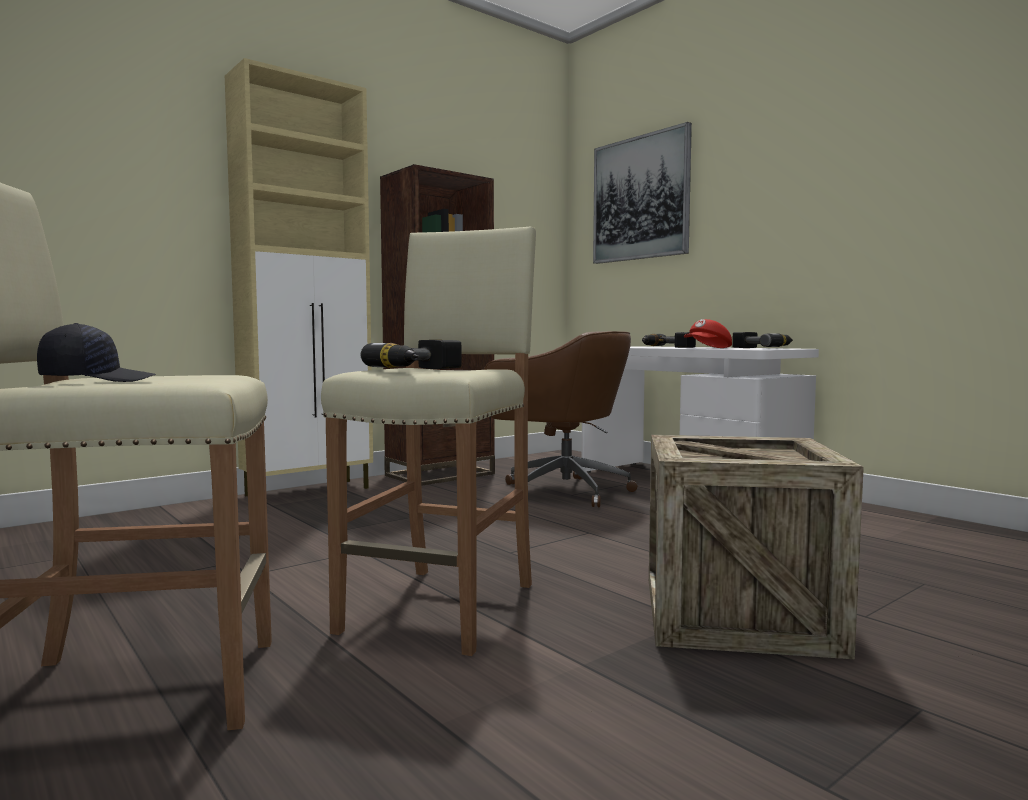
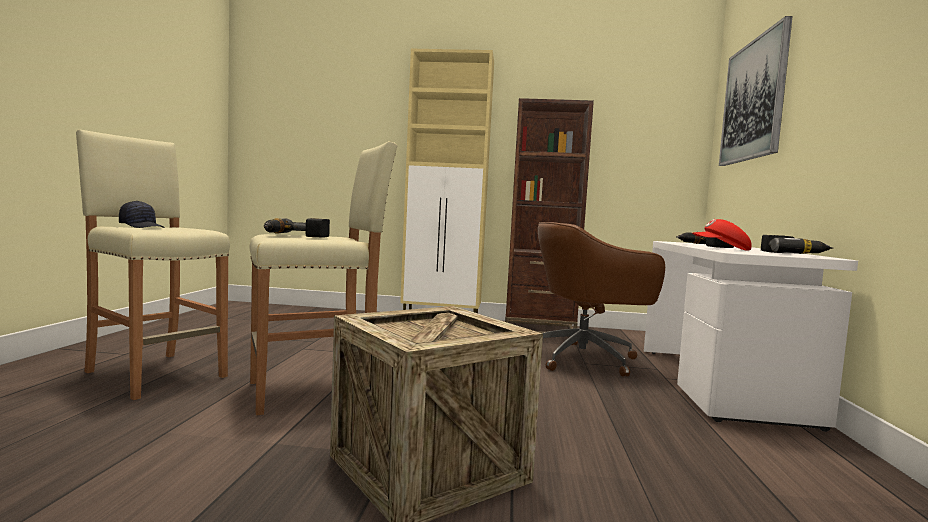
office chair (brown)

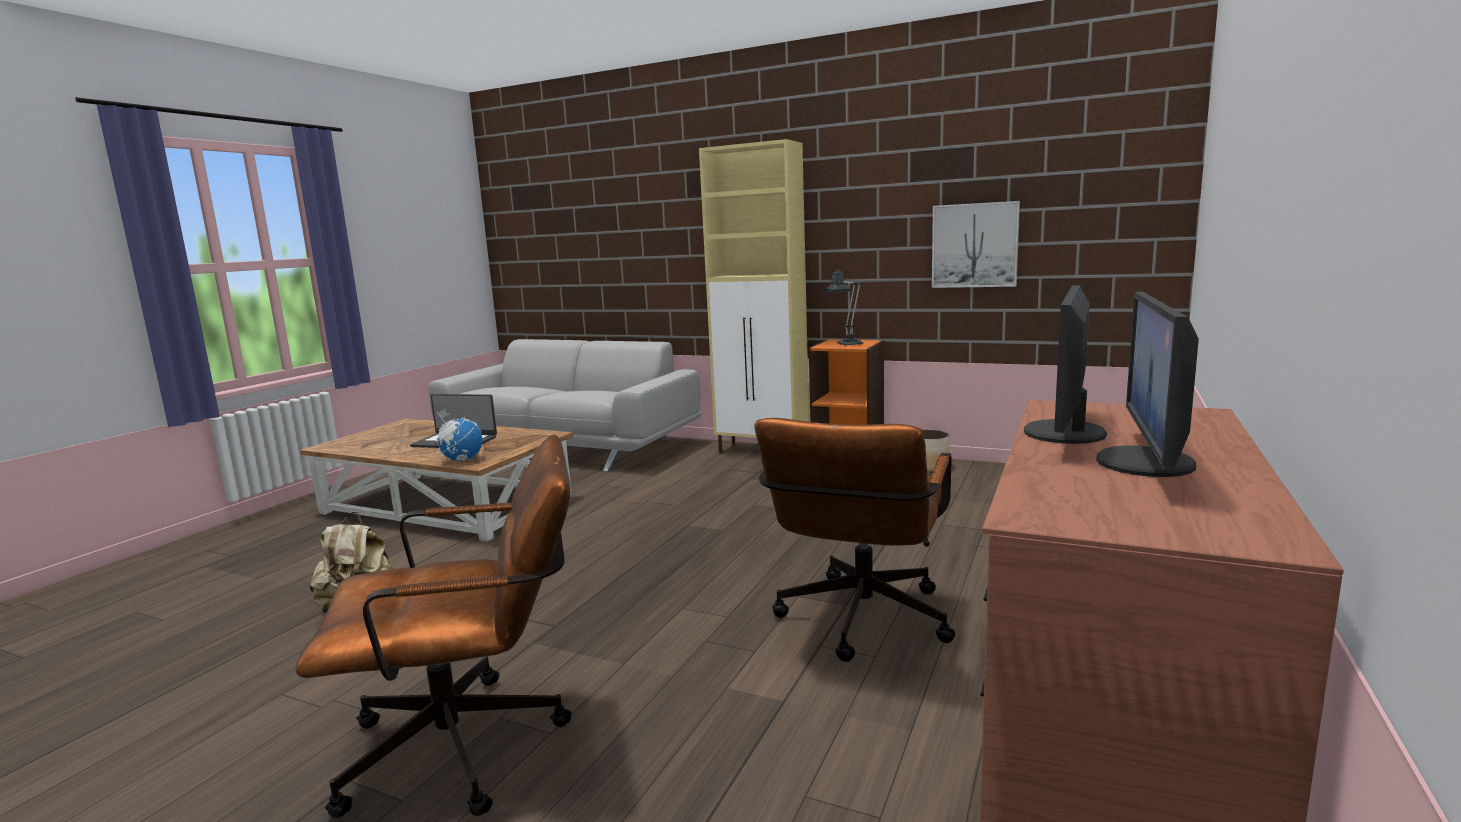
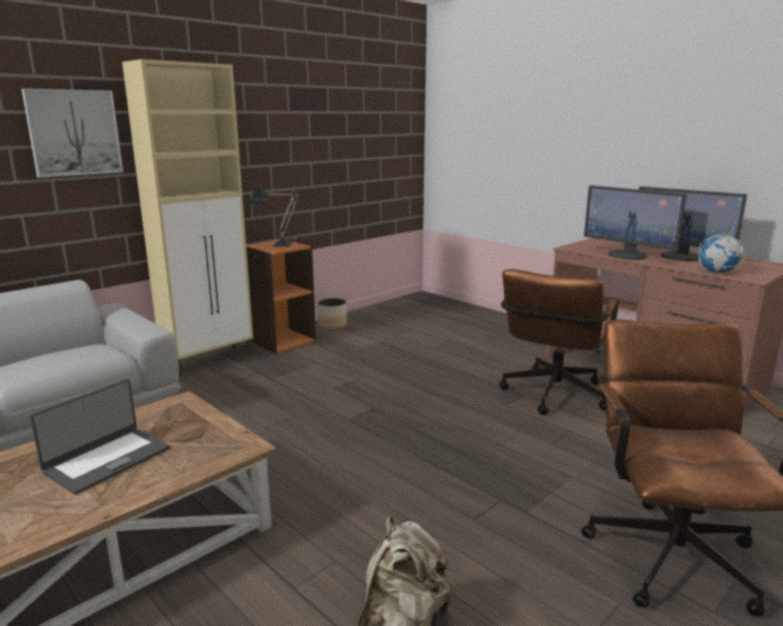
globe; office chair (brown) (no. 1 from left); picture

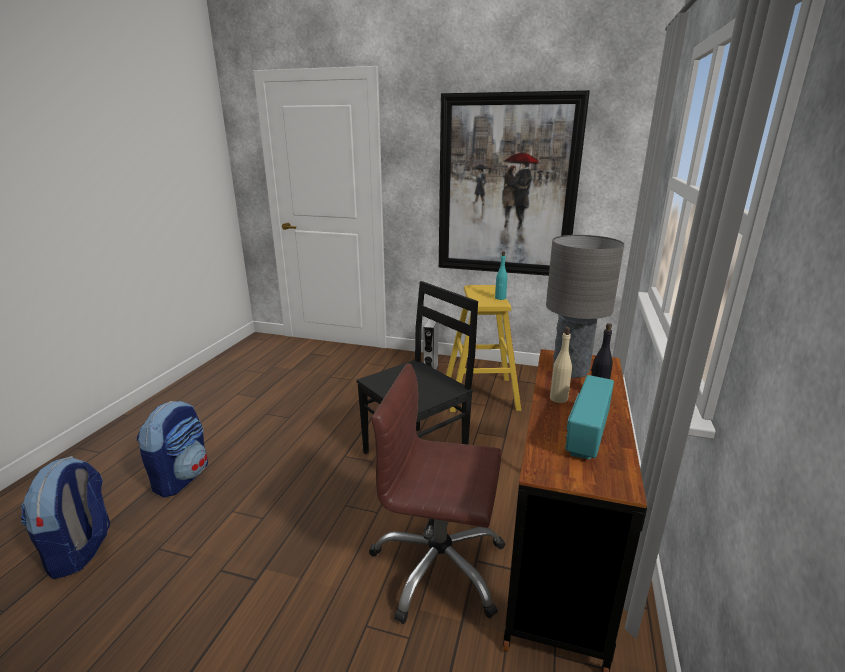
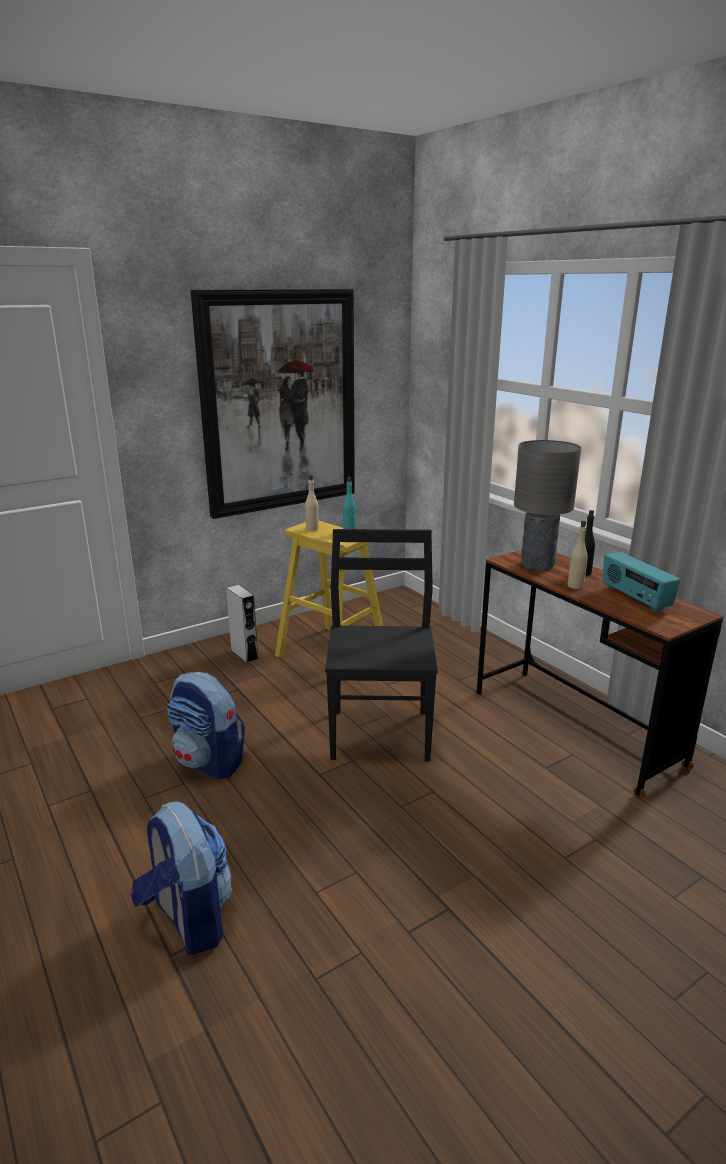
backpack (no. 2 from left); office chair (brown); bottle (beige) (no. 1 from left)

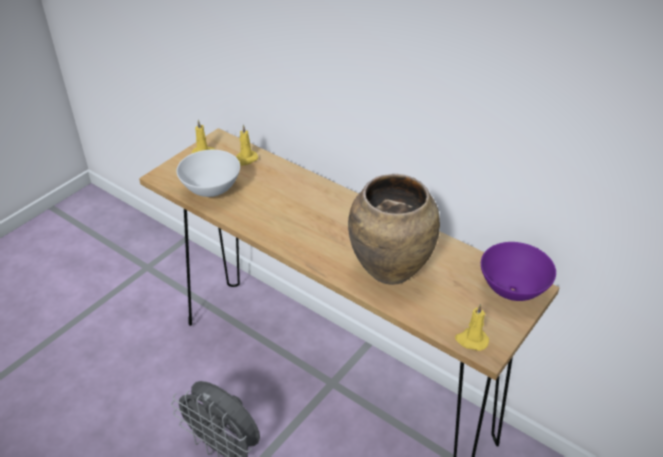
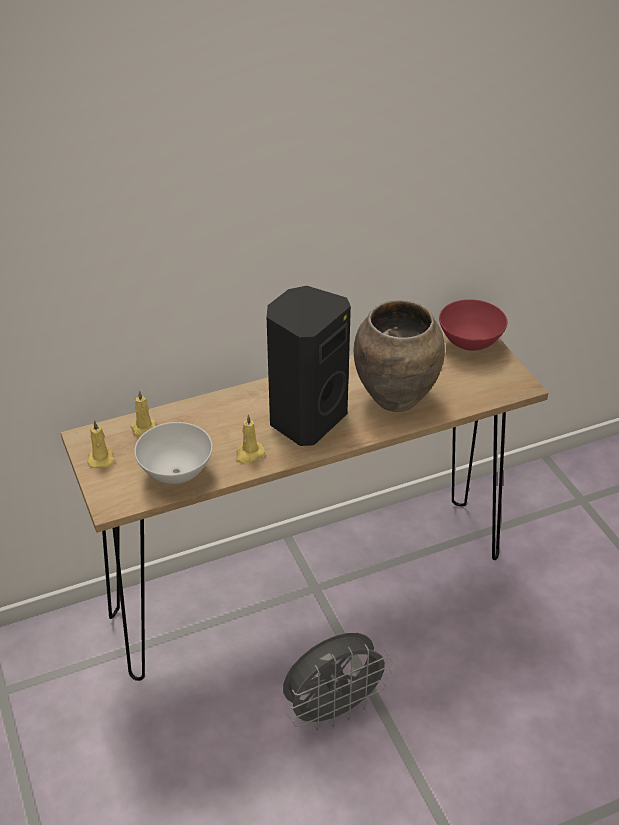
candle (yellow) (no. 3 from left); bowl (red); speaker (black)

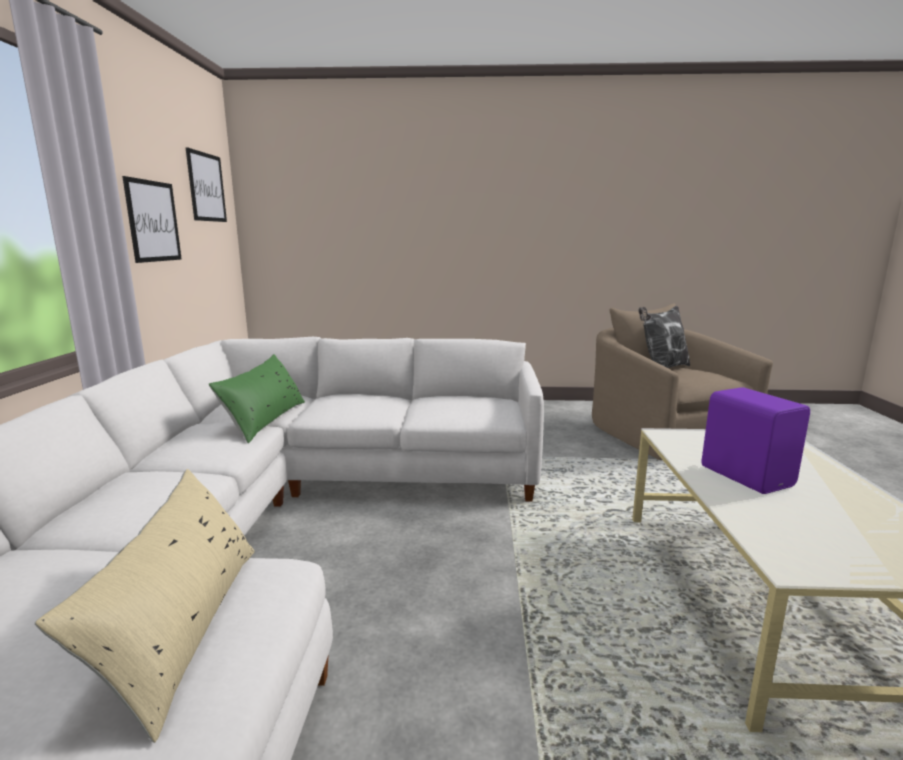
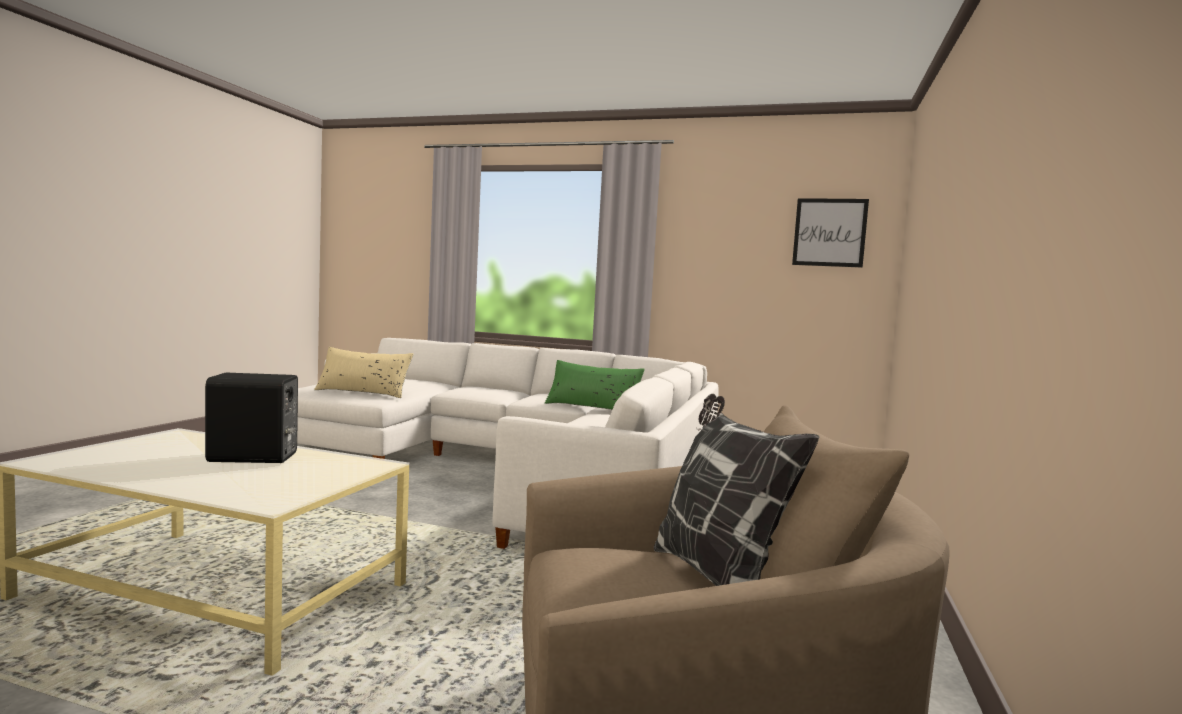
picture (no. 1 from left in the first image); speaker (black)

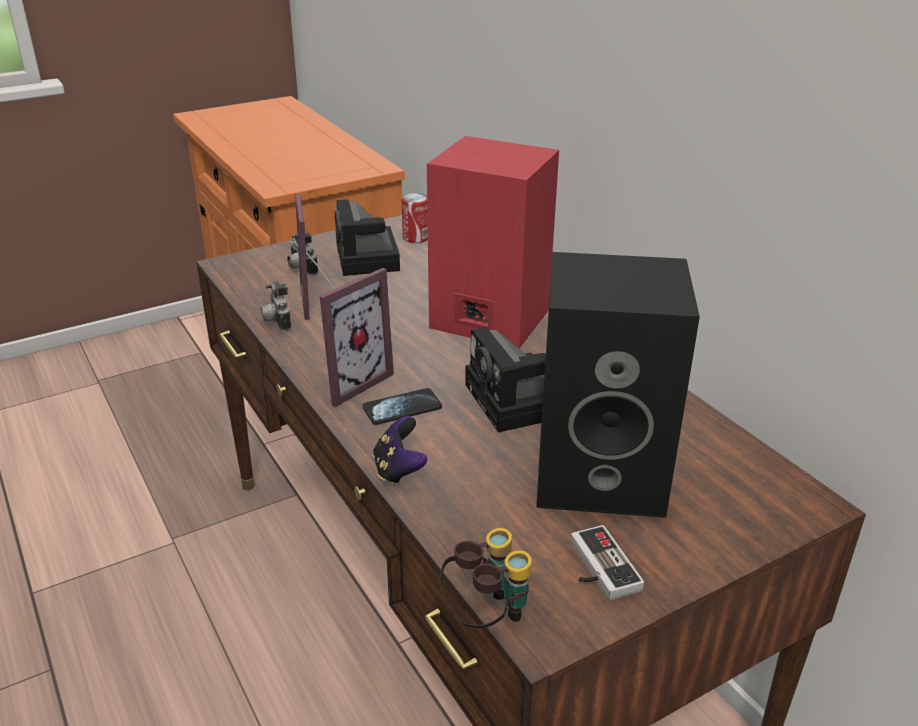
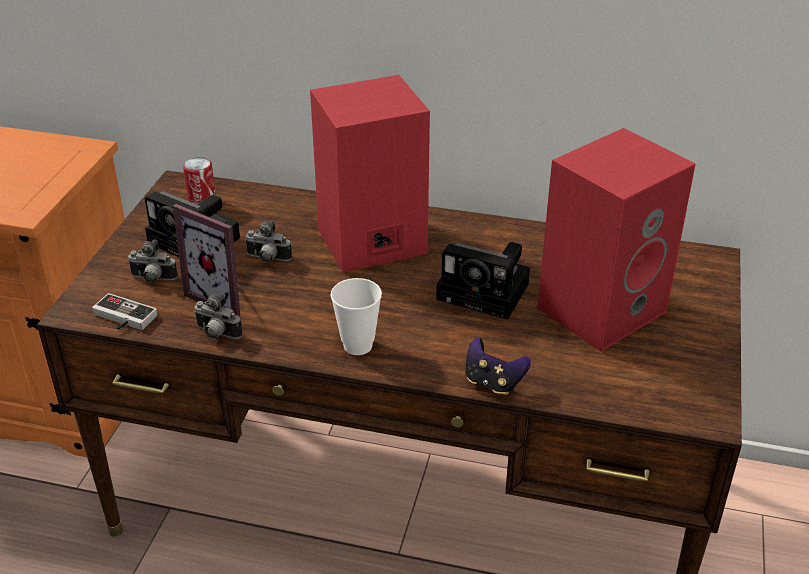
cup; phone; binoculars; speaker (red) (no. 2 from left); game controller (no. 1 from left); photo camera (no. 4 from left)

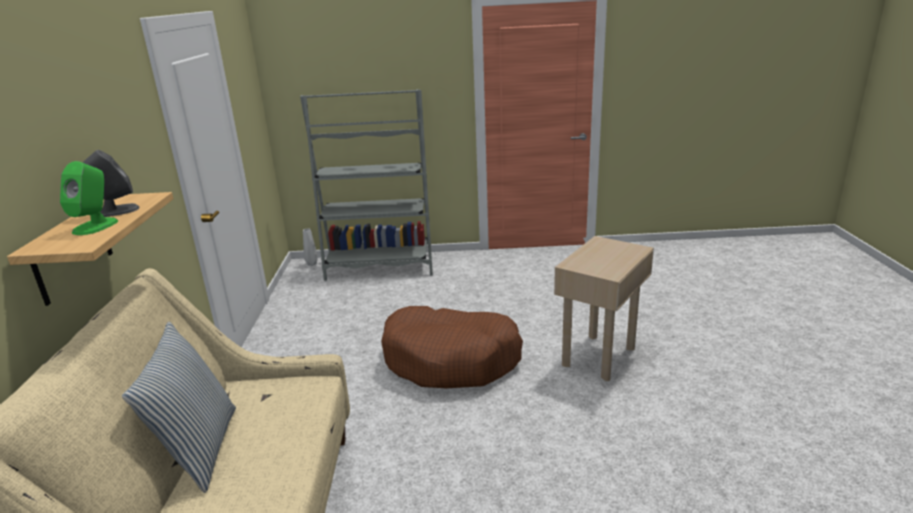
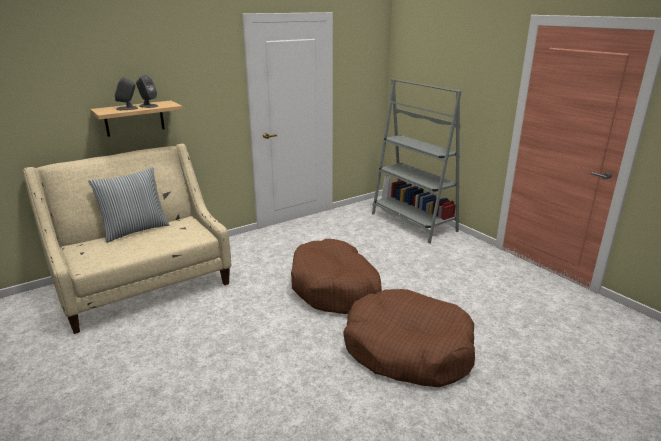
speaker (grey) (no. 1 from left); dog bed (brown) (no. 2 from left)

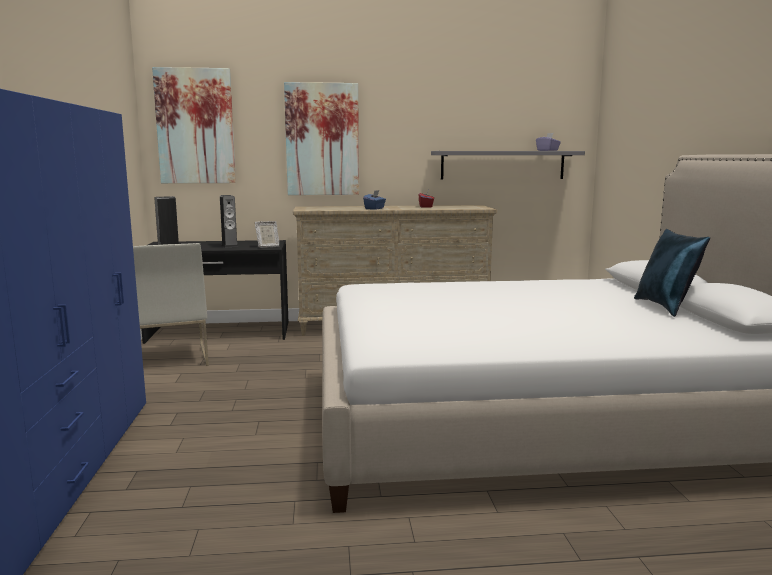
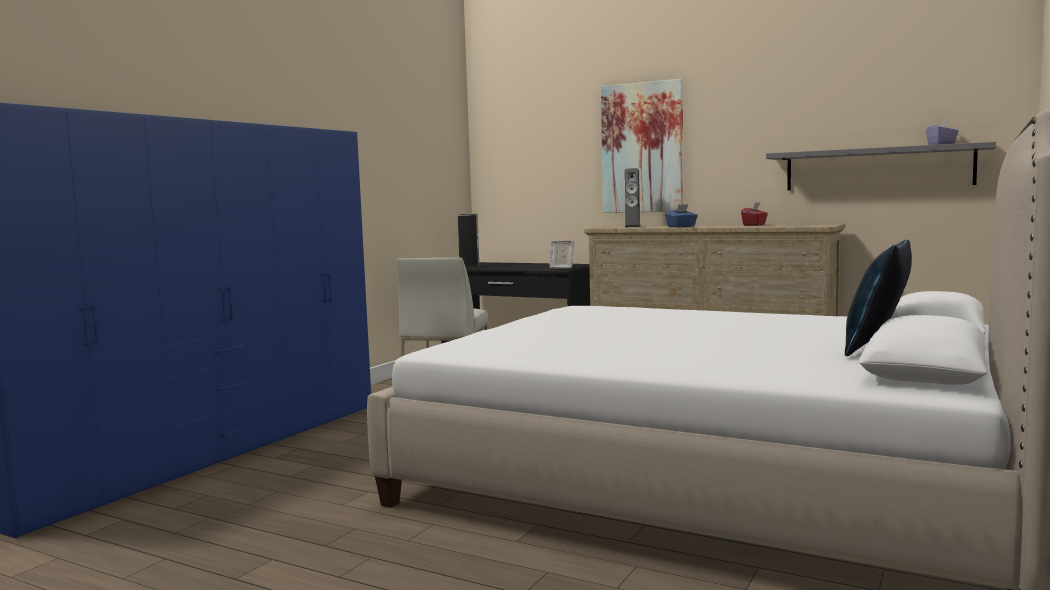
picture (no. 1 from left in the first image); speaker (no. 2 from left)

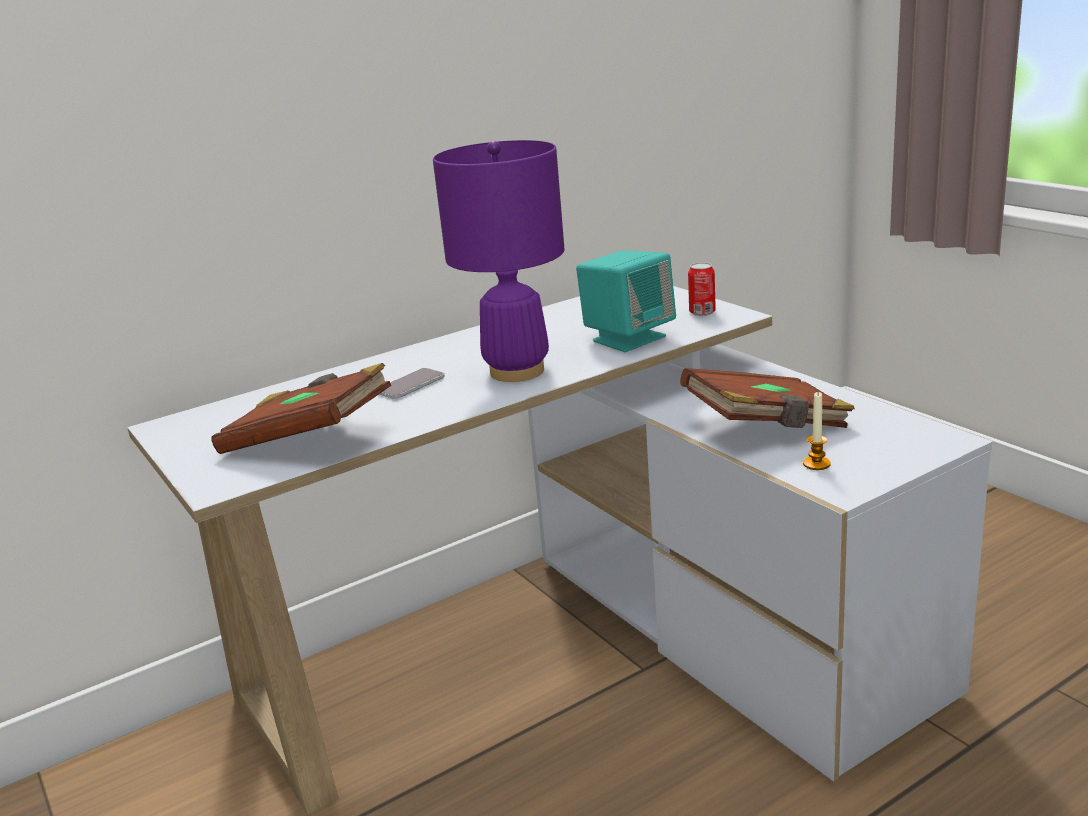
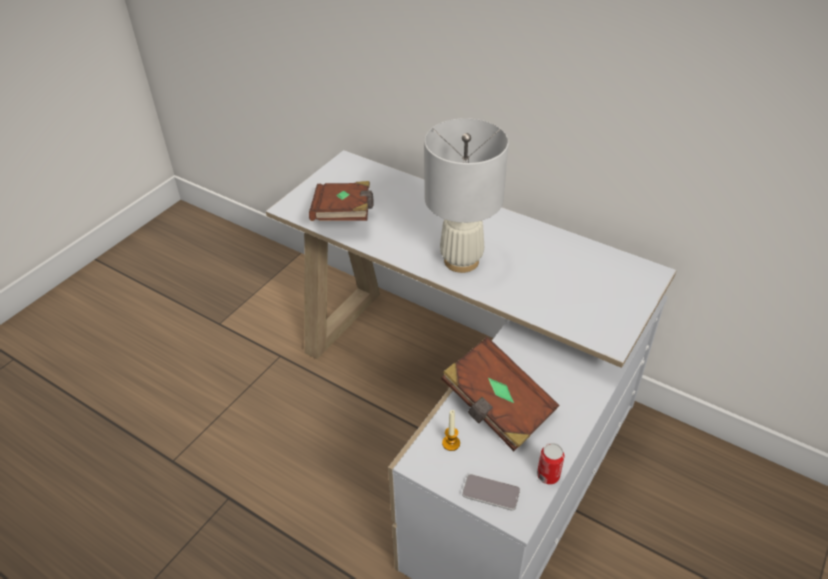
phone; table lamp (white); speaker (turquoise); can

